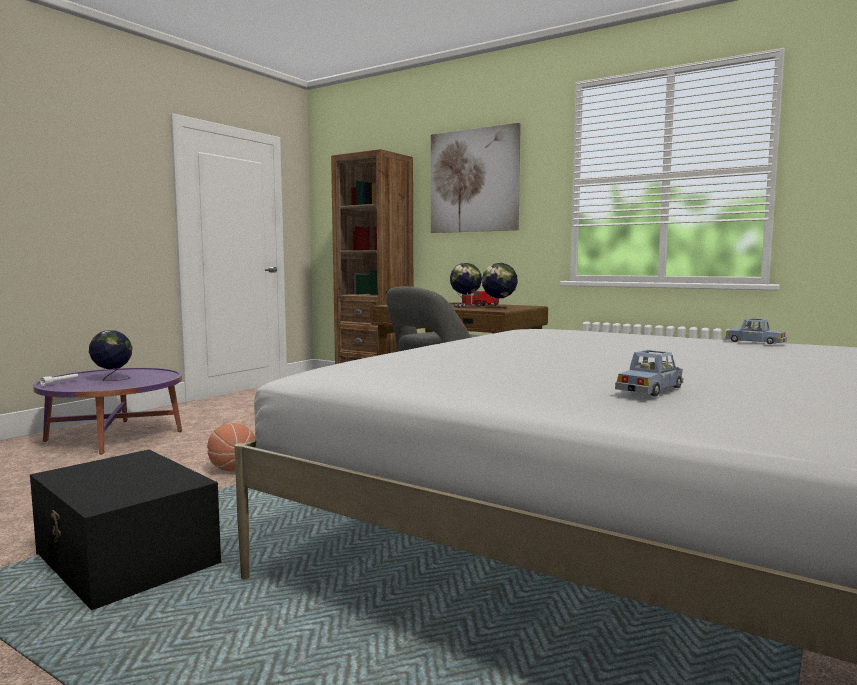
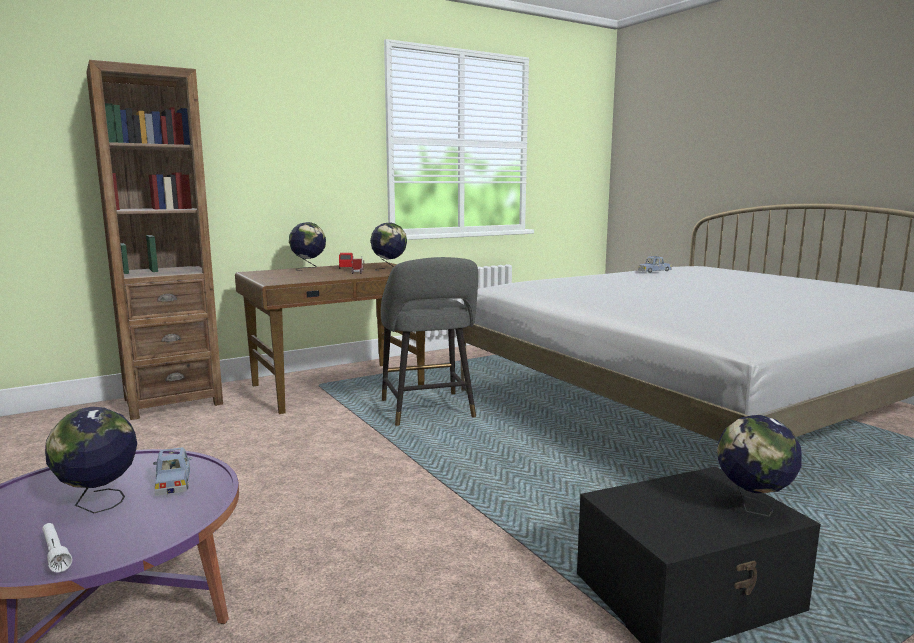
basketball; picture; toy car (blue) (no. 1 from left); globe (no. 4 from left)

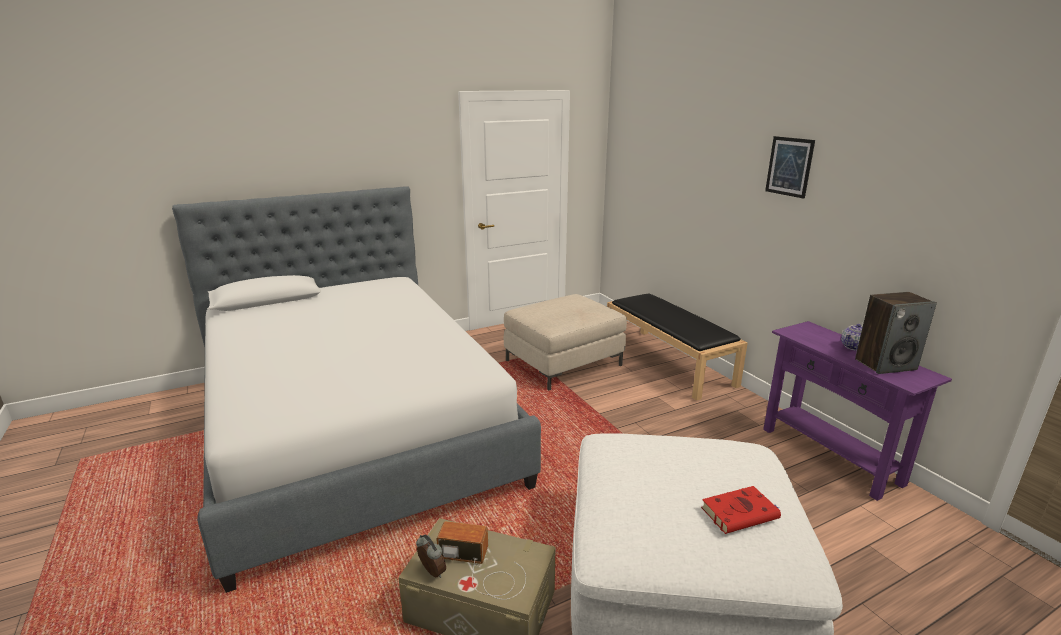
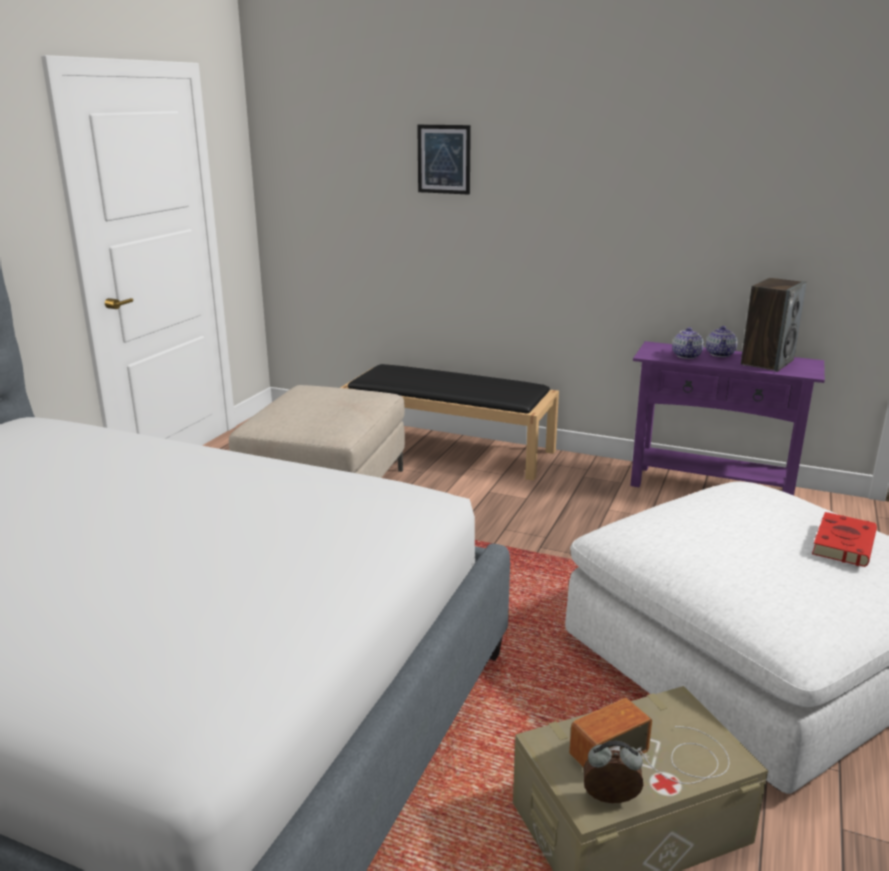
picture; teapot (no. 1 from left)

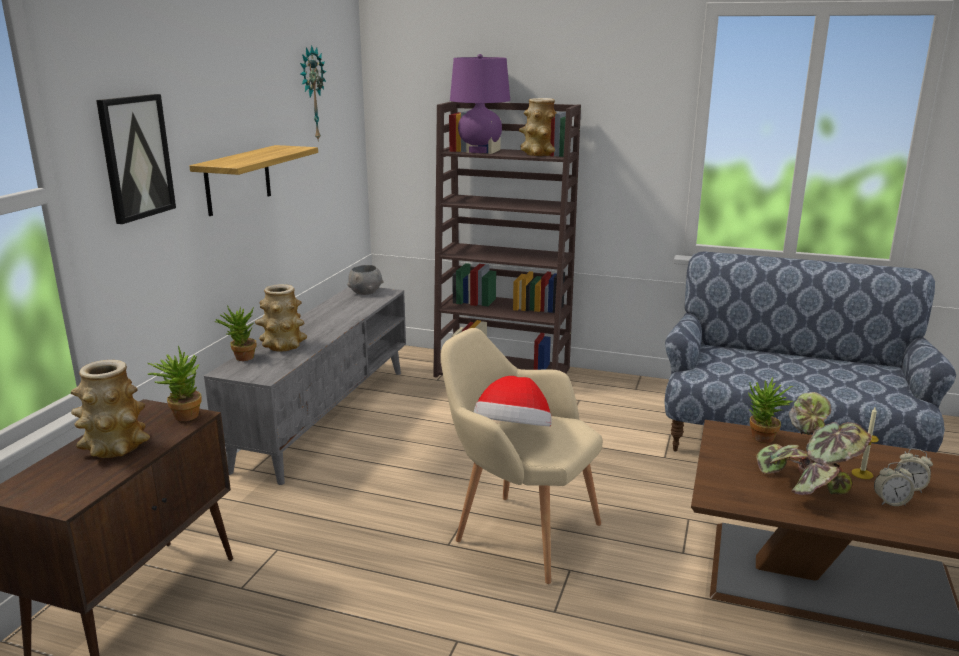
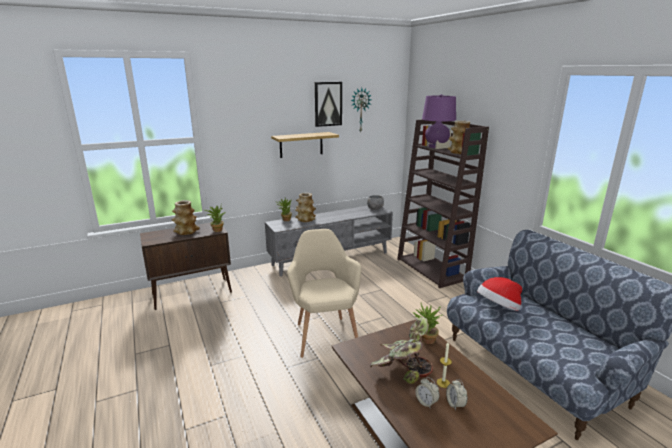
picture; hat

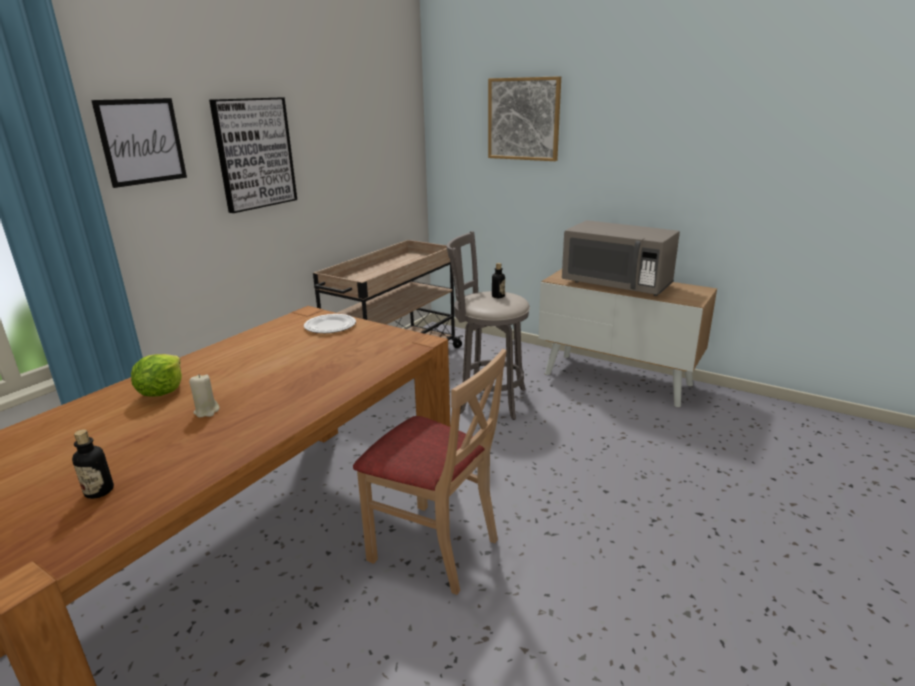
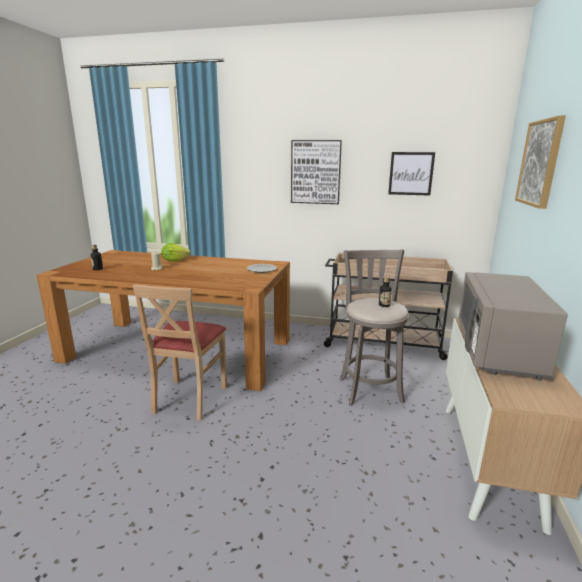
picture (no. 2 from left)

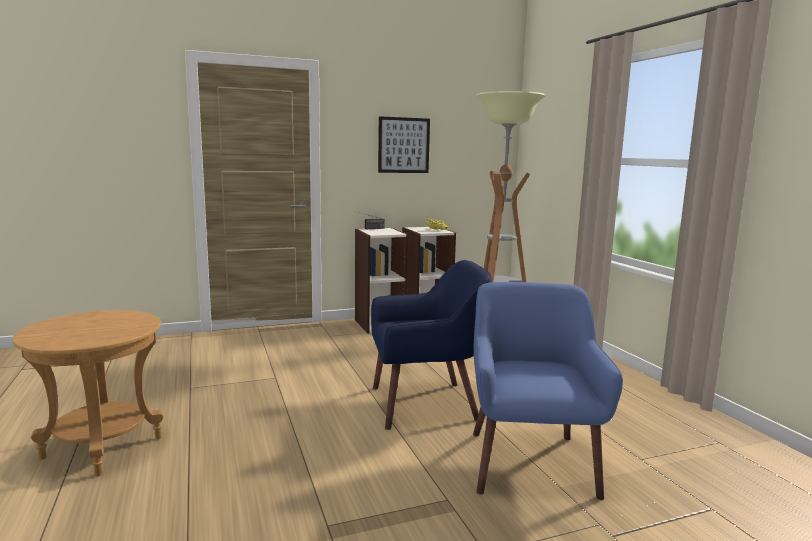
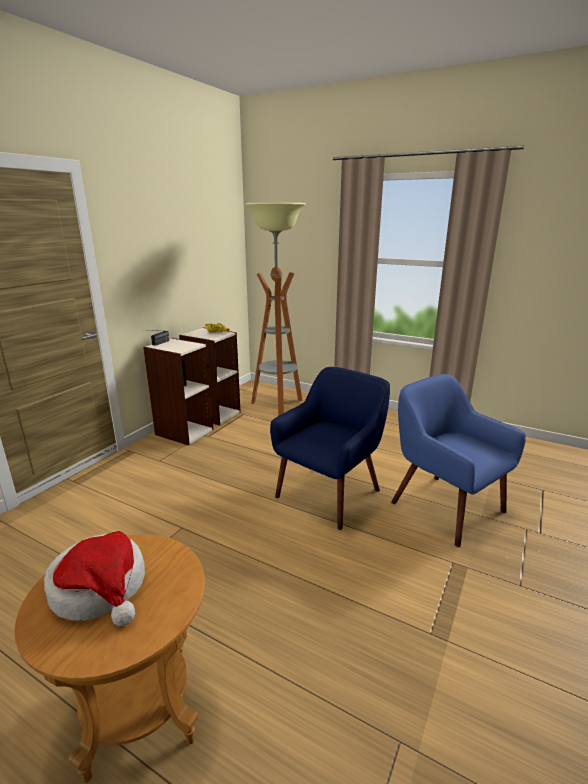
picture; hat

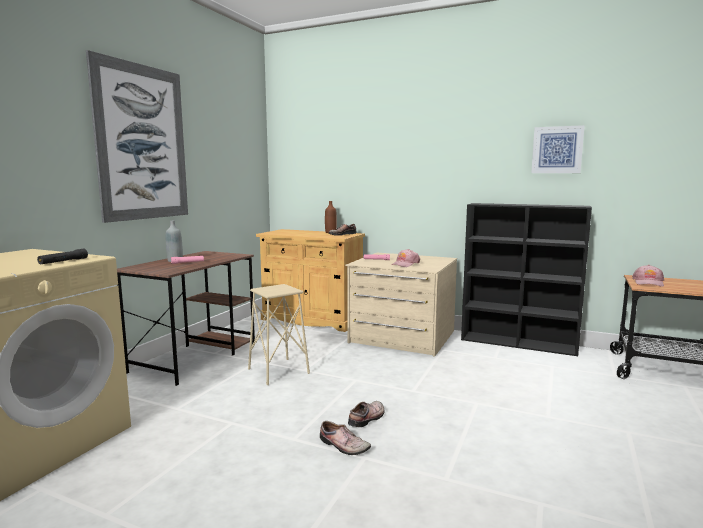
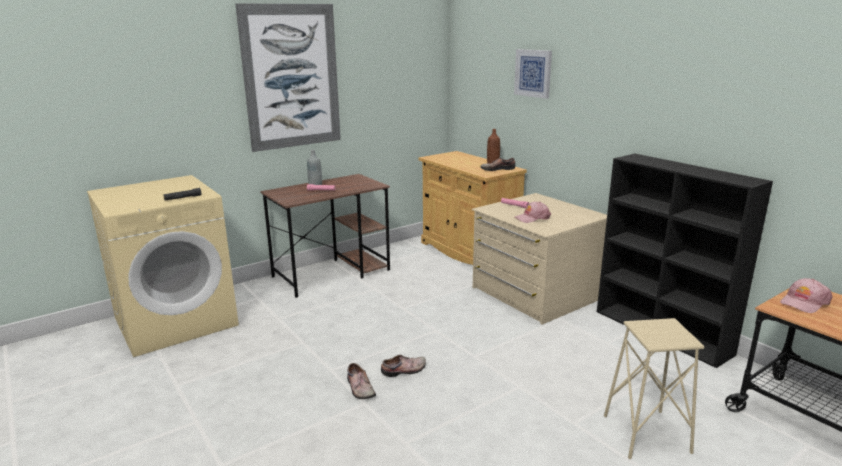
stool (beige); picture (no. 2 from left)

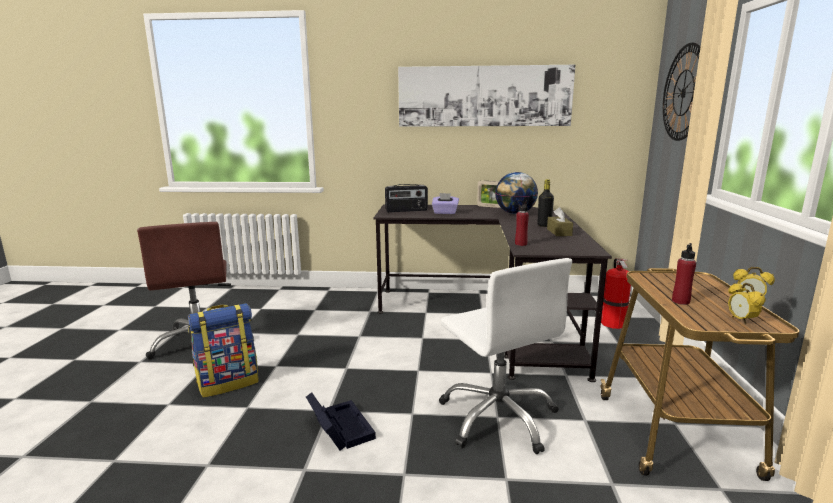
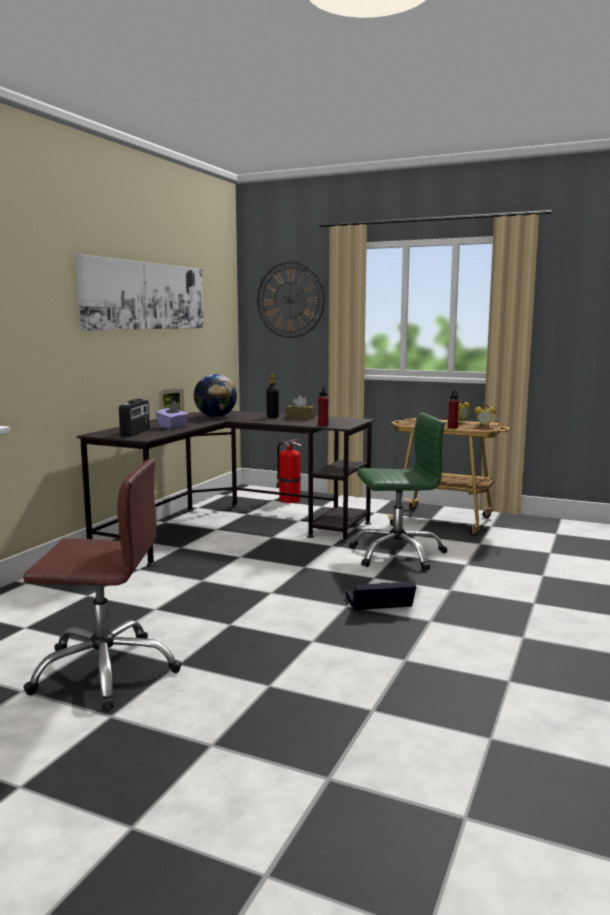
backpack; office chair (green)

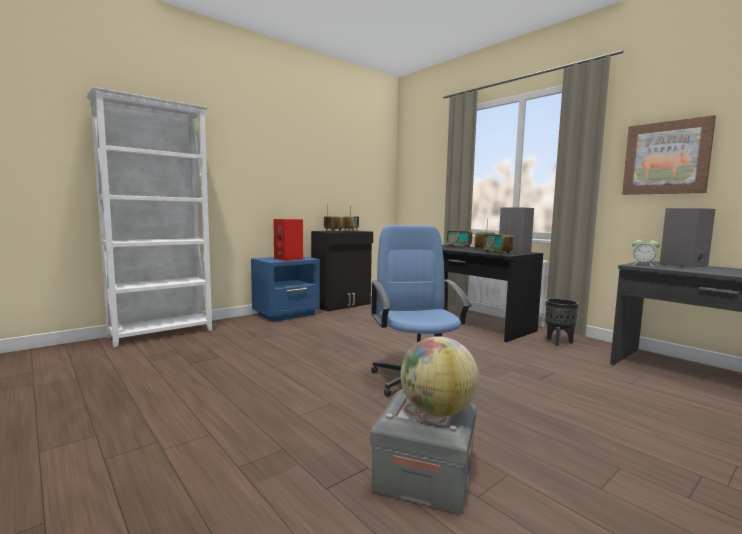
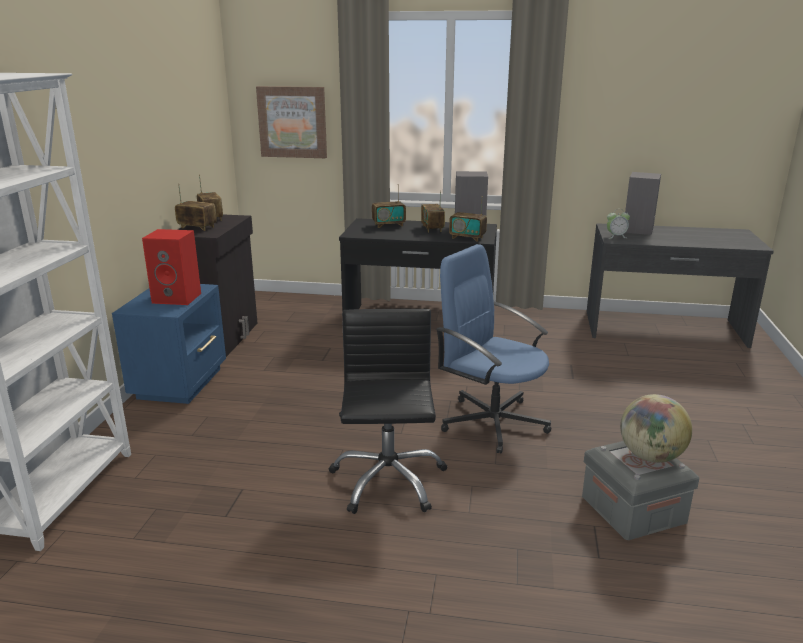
planter (black); picture; office chair (black)

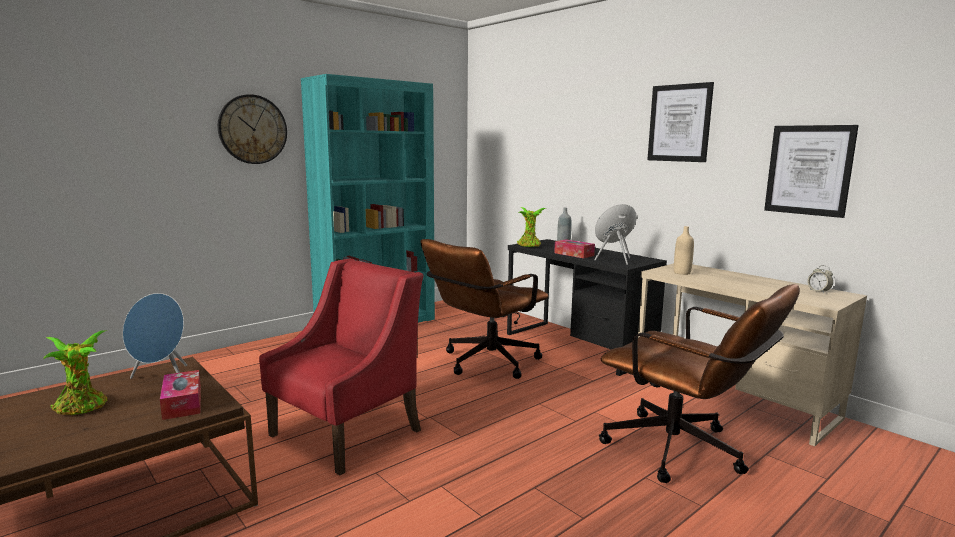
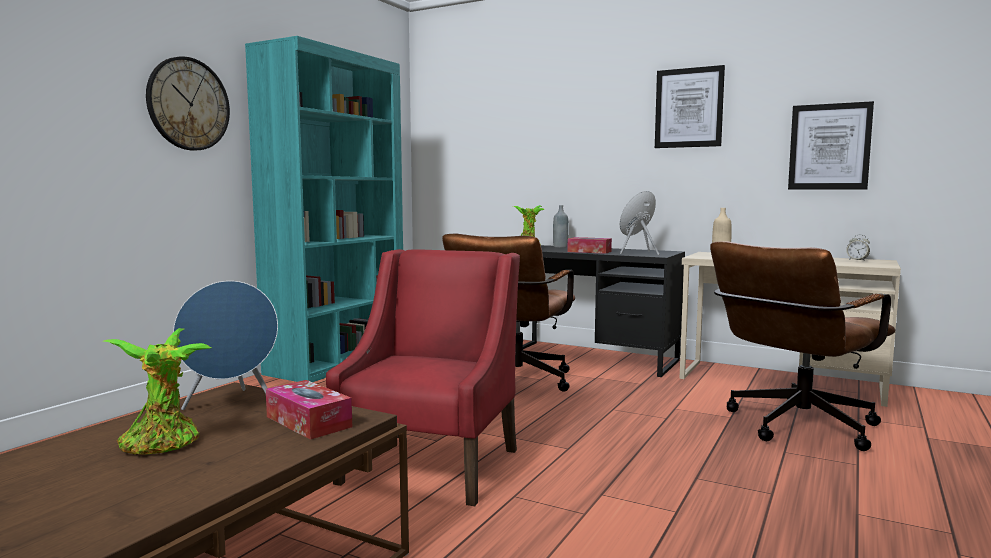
office chair (brown) (no. 2 from left)

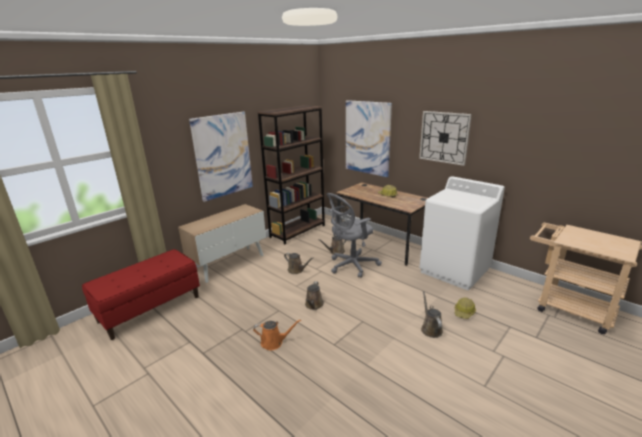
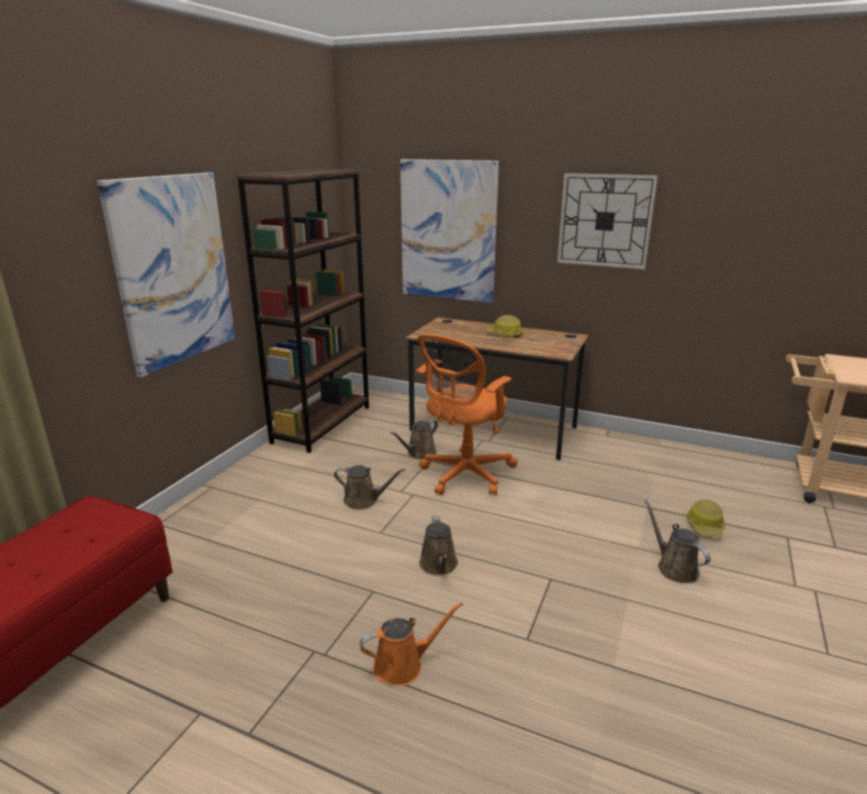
cabinet; office chair (orange); washing machine (white)

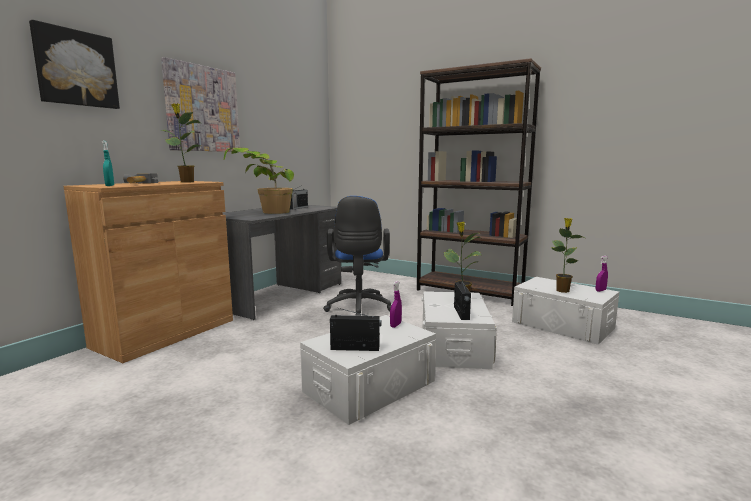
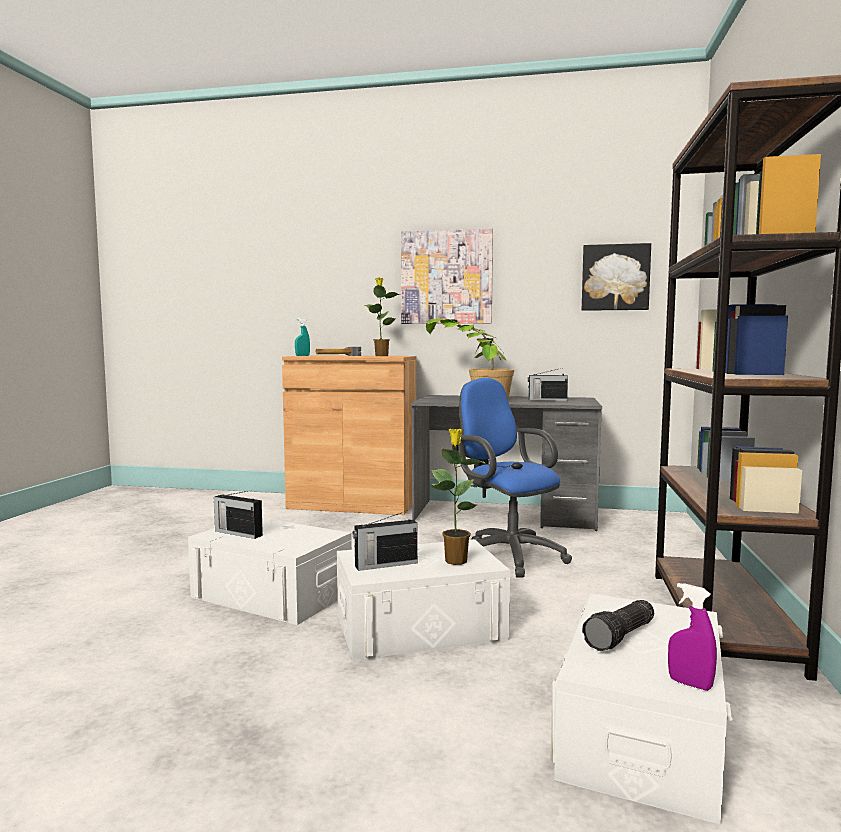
picture (no. 2 from left); office chair (blue); radio (no. 1 from left); spray bottle (purple) (no. 1 from left in the first image); flashlight

